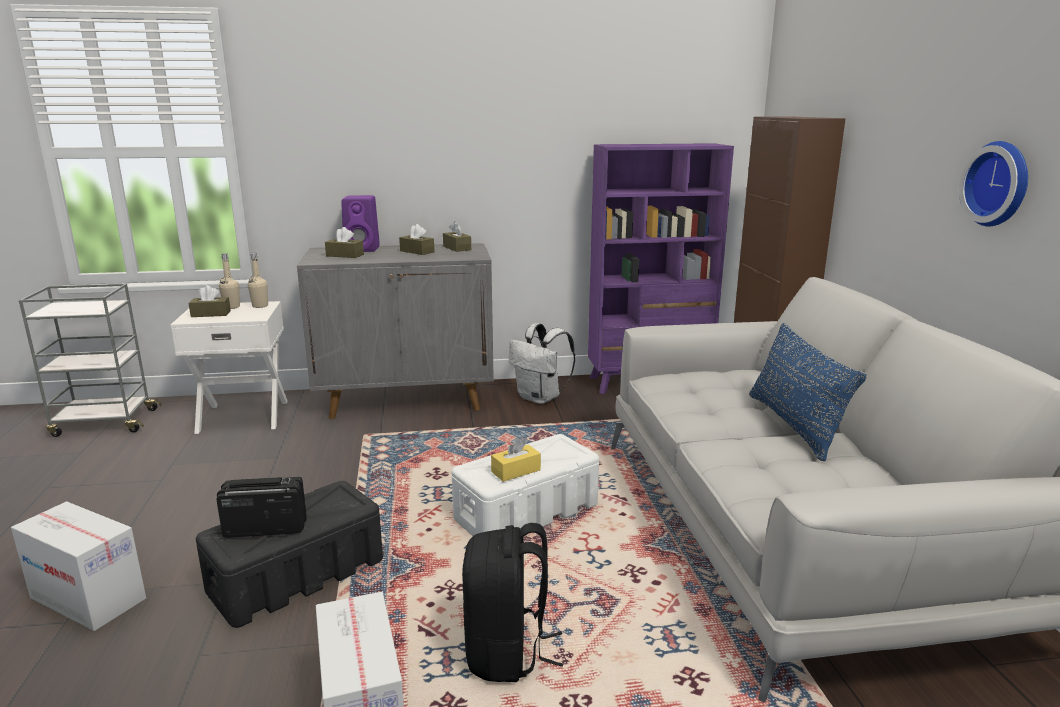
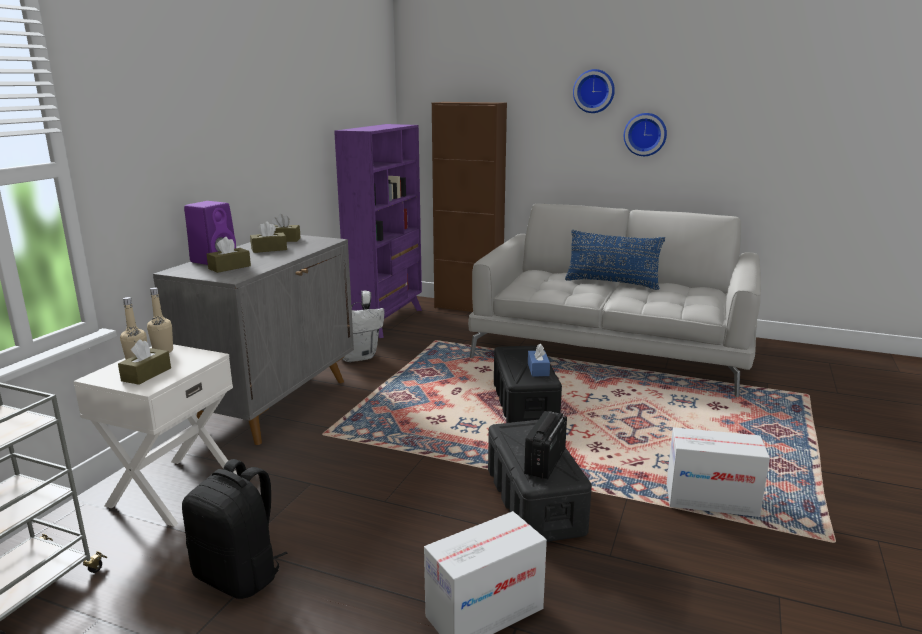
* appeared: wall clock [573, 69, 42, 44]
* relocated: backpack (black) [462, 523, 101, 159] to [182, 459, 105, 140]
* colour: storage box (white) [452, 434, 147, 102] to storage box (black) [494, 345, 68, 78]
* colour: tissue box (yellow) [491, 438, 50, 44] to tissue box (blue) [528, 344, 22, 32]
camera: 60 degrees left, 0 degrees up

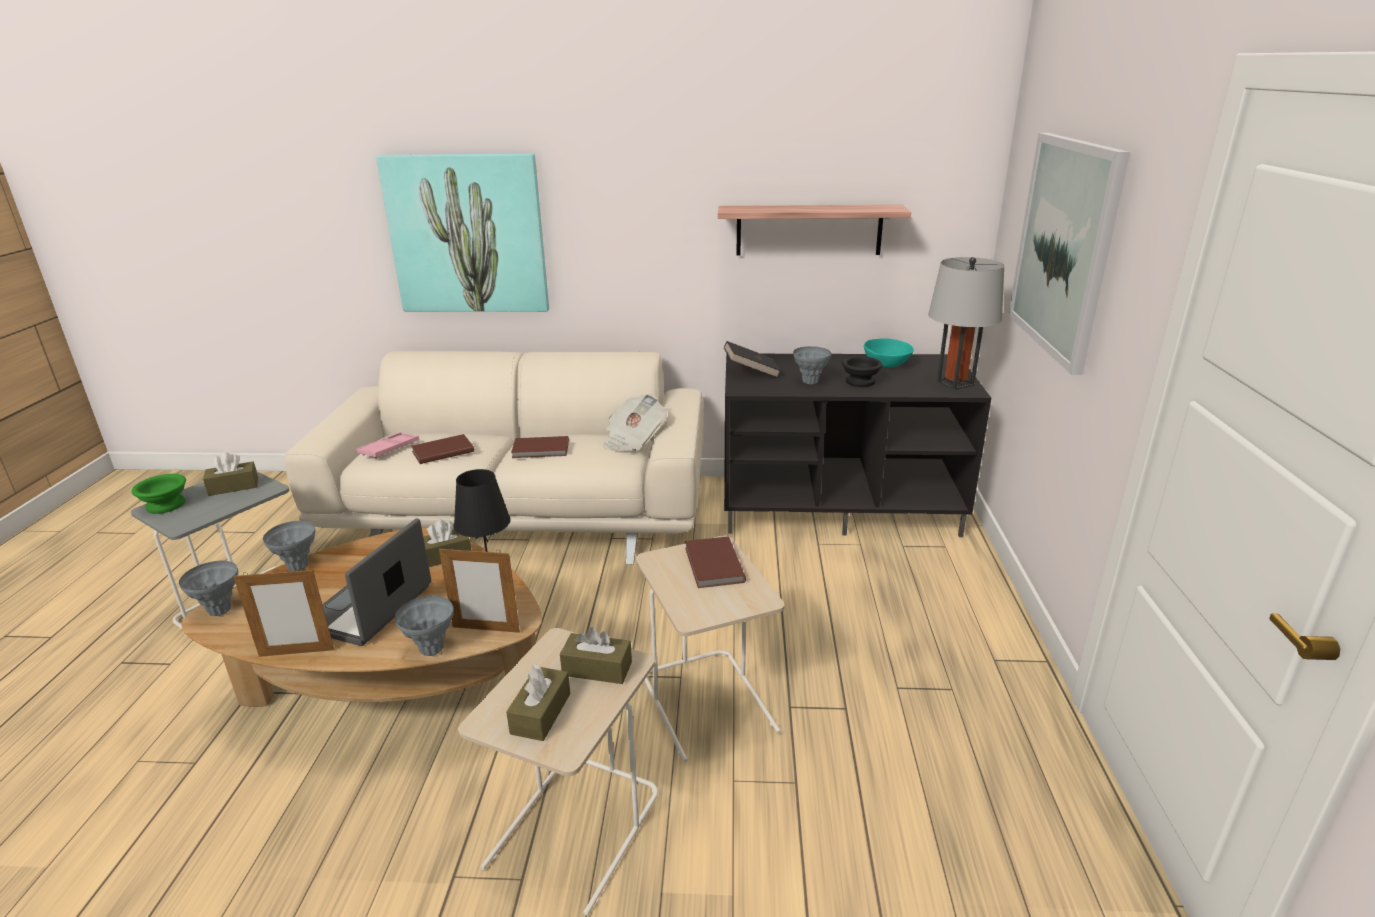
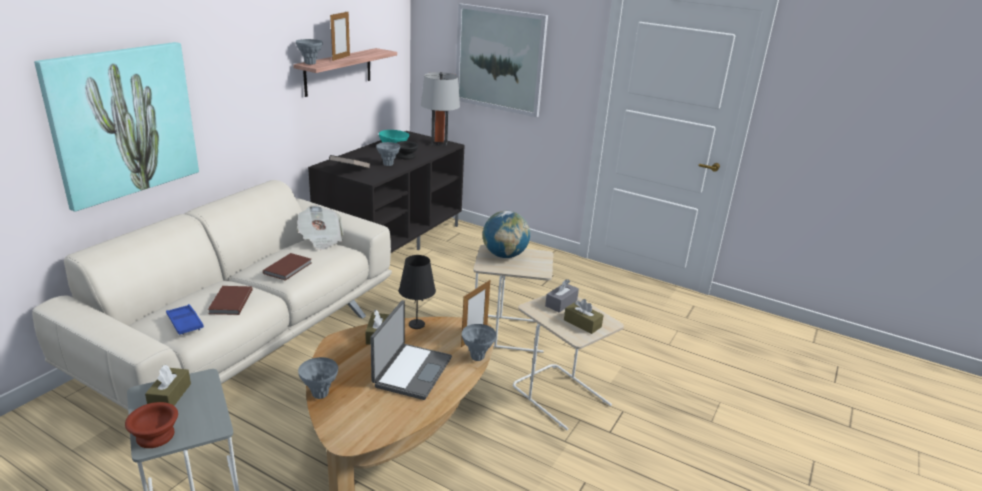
* relocated: vase (grey) [179, 560, 59, 56] to [296, 39, 27, 26]
* relocated: picture frame [233, 568, 101, 89] to [330, 10, 20, 51]
* exchanged: book (brown) [685, 537, 61, 51] to globe [482, 211, 48, 47]
* colour: bowl (green) [132, 474, 54, 40] to bowl (brown) [125, 402, 53, 46]
* colour: tray (pink) [356, 432, 63, 27] to tray (blue) [166, 304, 38, 31]
* colour: tissue box (brown) [560, 627, 72, 57] to tissue box (grey) [545, 279, 34, 34]
* spun: laptop [322, 519, 109, 127] = [370, 300, 82, 100] 120 degrees counterclockwise
camera: 65 degrees left, 0 degrees up

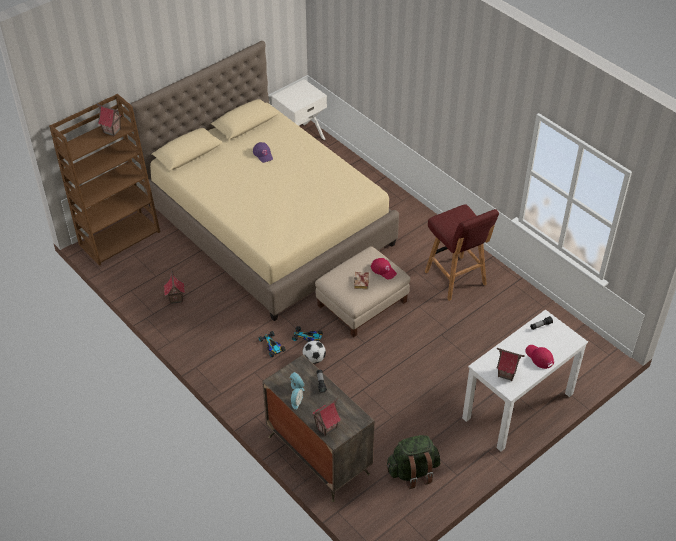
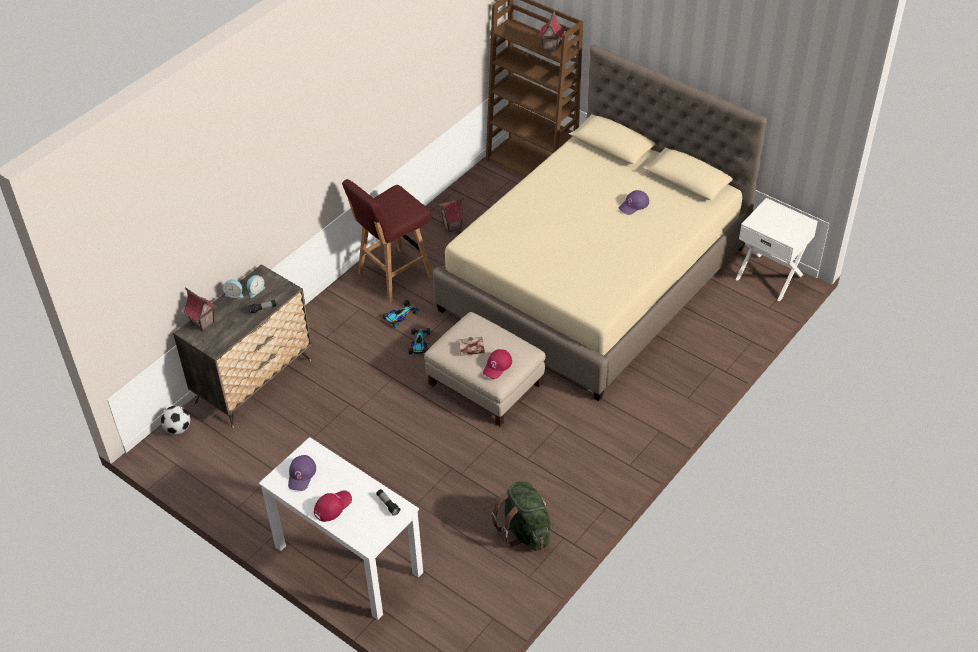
* relocated: football [303, 340, 23, 24] to [161, 406, 29, 29]
* relocated: backpack (green) [386, 435, 54, 54] to [491, 481, 59, 70]
* relocated: stool (red) [425, 204, 74, 97] to [342, 179, 91, 123]
* exchanged: toy house [497, 348, 28, 33] to cap (purple) [288, 455, 28, 36]
camera: 80 degrees right, 0 degrees up

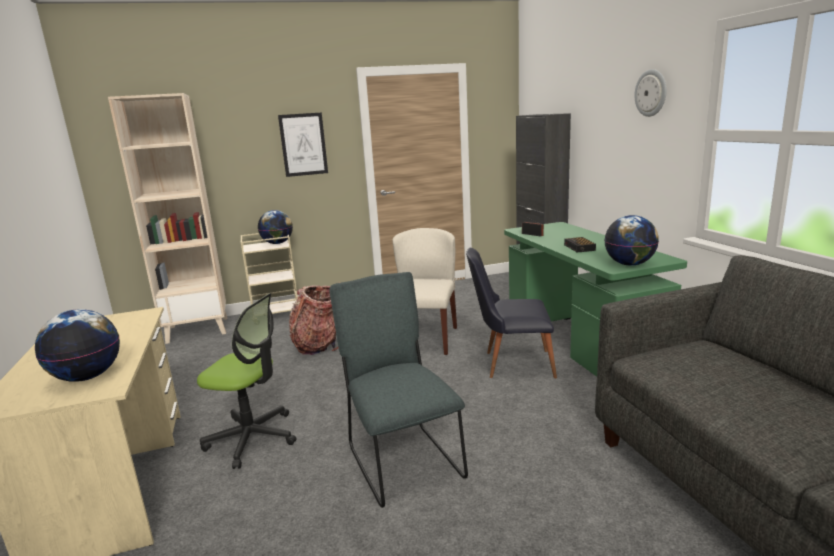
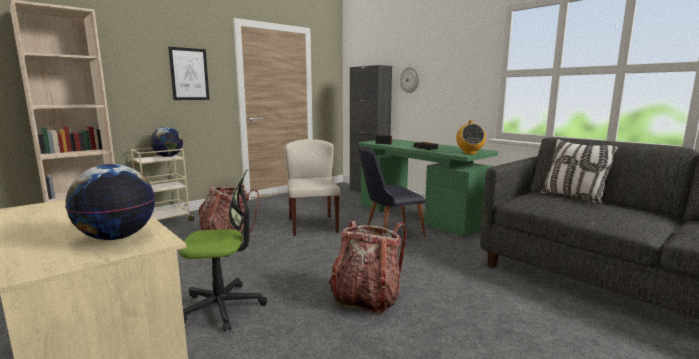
* appeared: pillow [540, 139, 79, 66]
* relocated: wall clock [634, 69, 33, 48] to [400, 67, 19, 26]
* exchanged: chair (grey) [329, 272, 139, 236] to backpack [329, 221, 78, 93]
* exchanged: globe [604, 215, 55, 51] to radio [456, 120, 30, 34]
camera: 25 degrees left, 5 degrees down

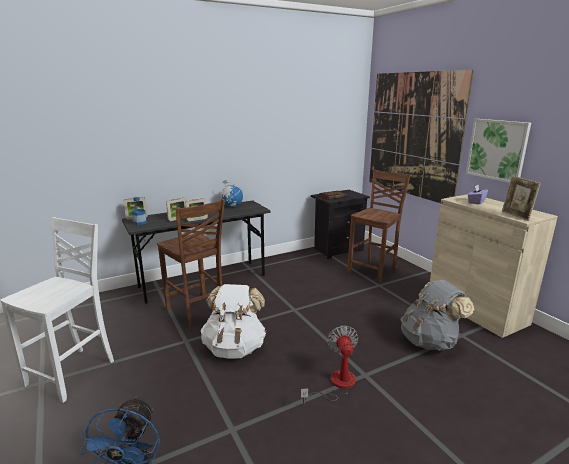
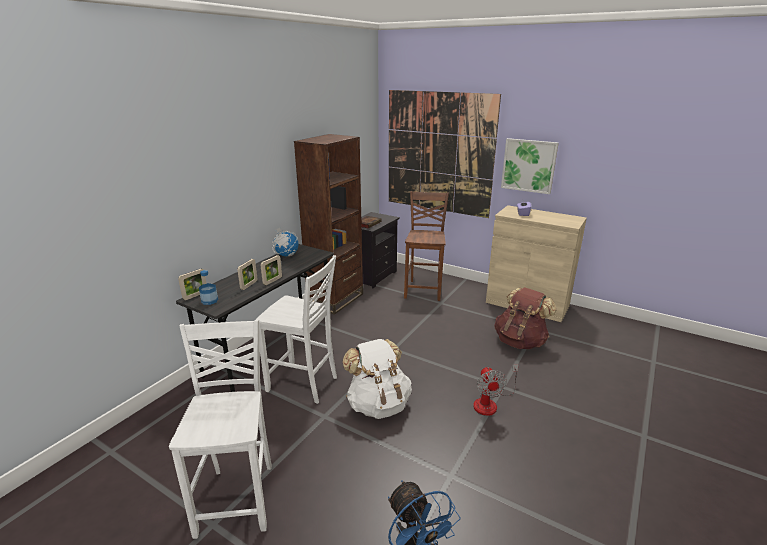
* missing: picture frame [502, 176, 39, 45]
* appeared: bookcase (brown) [294, 134, 69, 181]
* colour: chair (brown) [157, 199, 68, 131] to chair (white) [256, 255, 81, 149]
* colour: backpack (grey) [401, 280, 73, 71] to backpack (brown) [494, 287, 62, 62]
* spun: fan [301, 326, 58, 78] = [473, 364, 46, 52] 150 degrees counterclockwise
camera: 30 degrees left, 5 degrees up

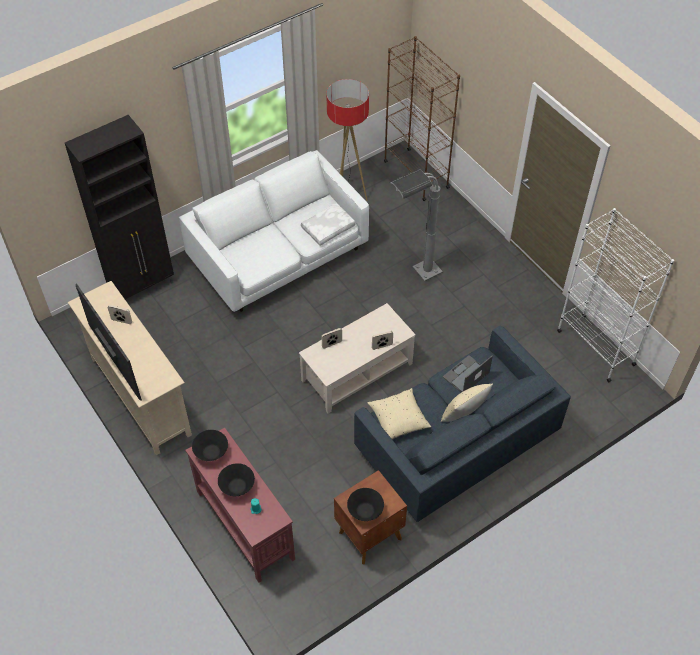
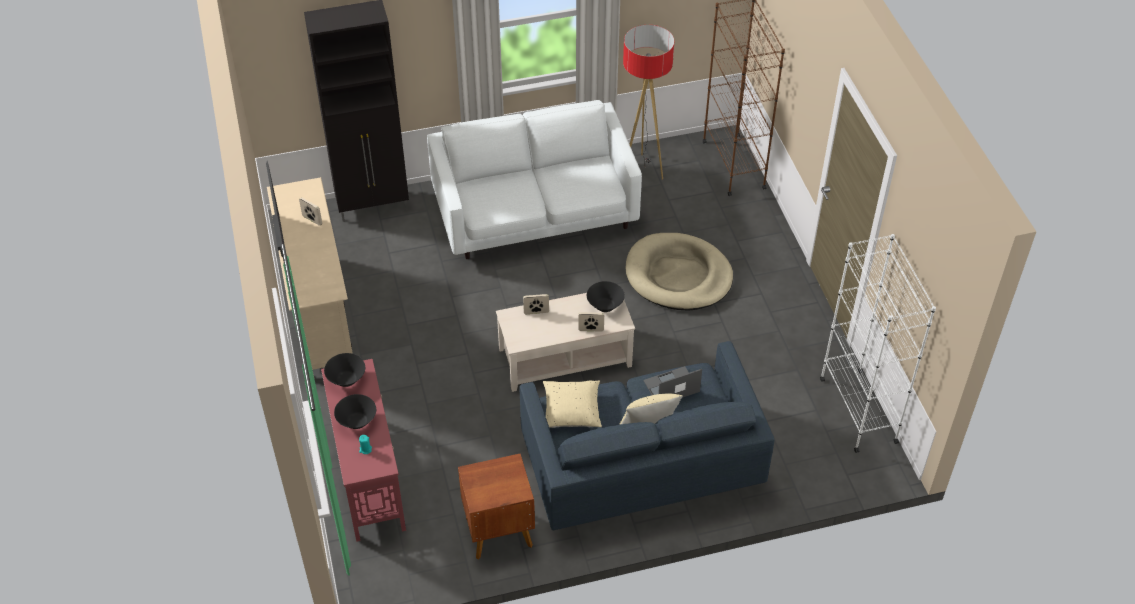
* missing: pillow (white) [301, 203, 55, 43]
* relocated: bowl (black) [347, 488, 37, 33] to [587, 281, 38, 31]
* exchanged: floor lamp (grey) [390, 169, 53, 112] to dog bed (beige) [626, 233, 107, 78]
camera: 20 degrees right, 5 degrees down

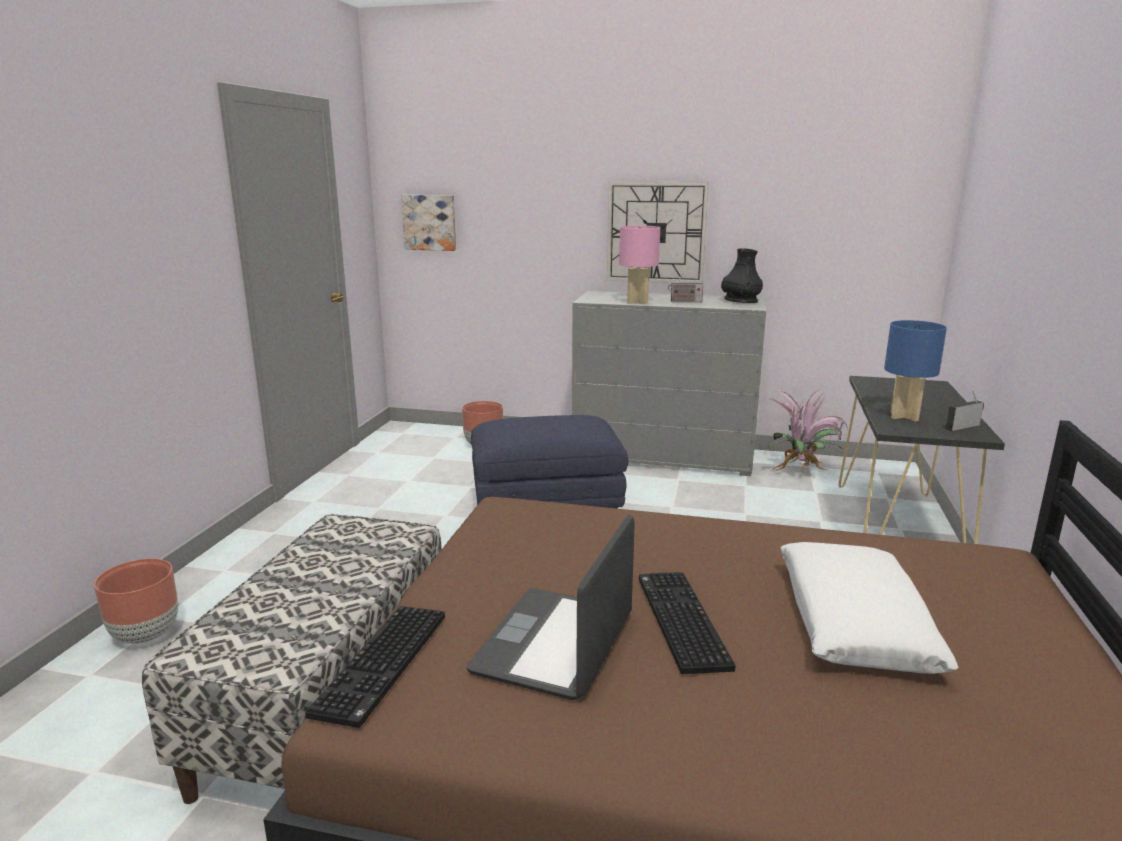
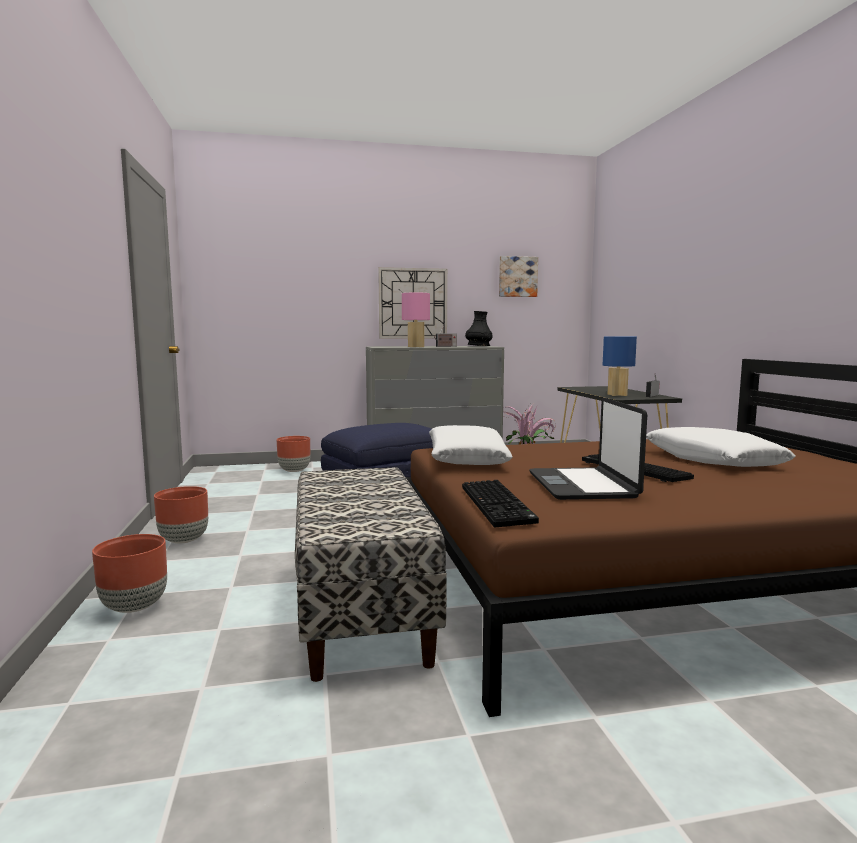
* appeared: planter (brown) [154, 486, 54, 57]
* appeared: pillow (white) [429, 425, 84, 40]
* relocated: picture [401, 195, 55, 56] to [499, 256, 39, 41]
camera: 25 degrees left, 10 degrees down

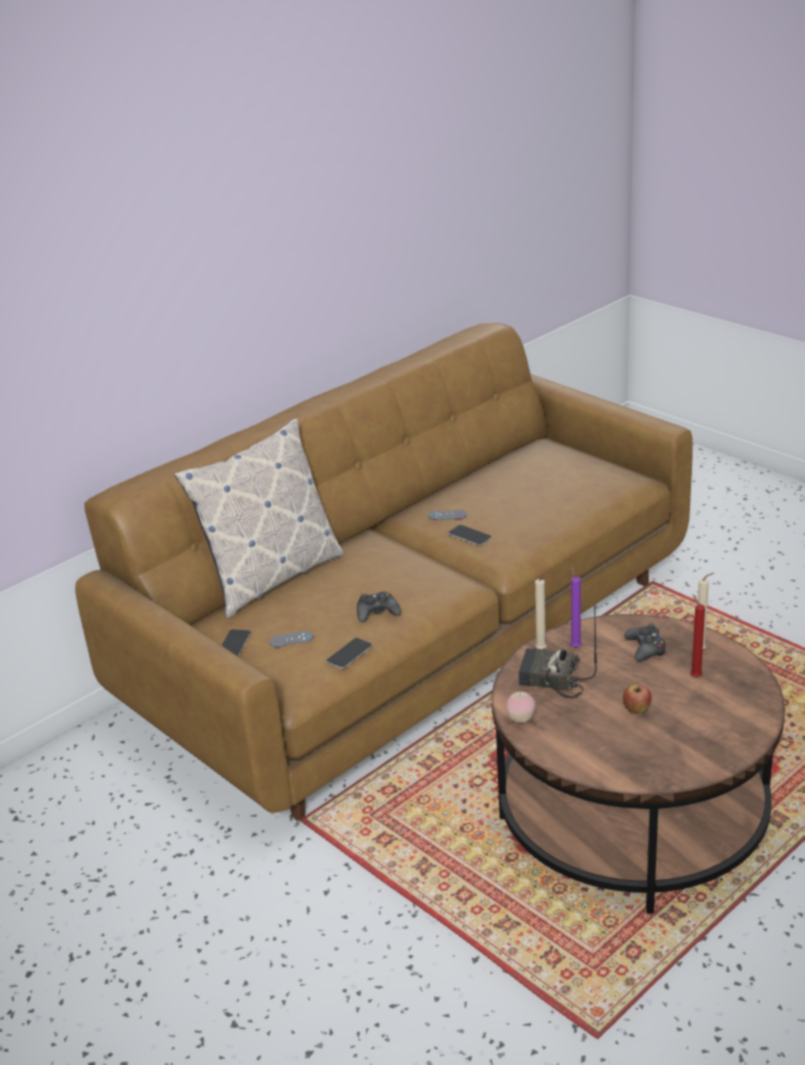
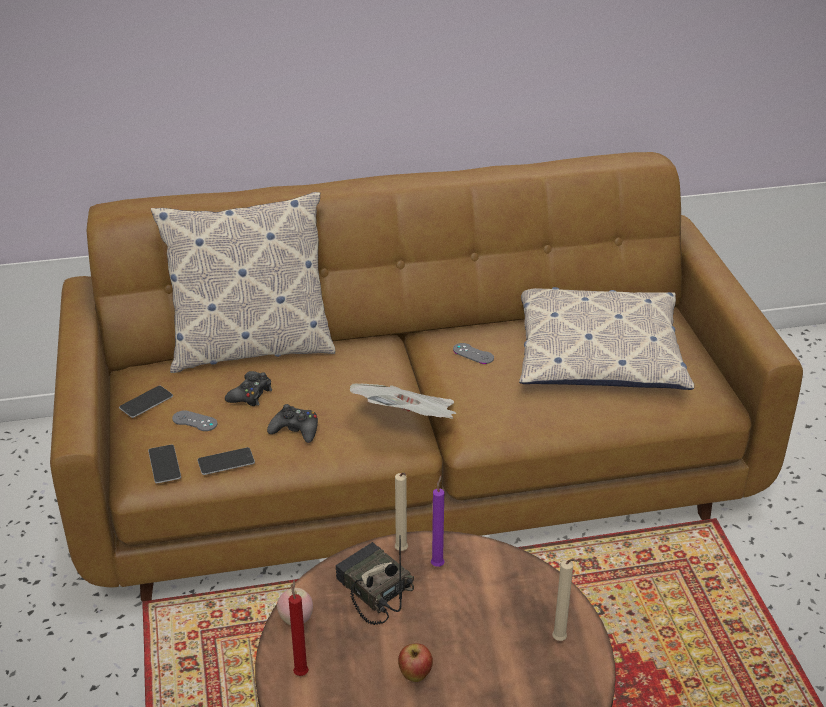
* appeared: newspaper [350, 383, 106, 36]
* appeared: pillow [519, 287, 175, 103]
* relocated: phone [448, 525, 44, 21] to [148, 445, 33, 38]
* relocated: game controller (black) [624, 623, 42, 38] to [225, 371, 47, 35]
* relocated: candle (red) [690, 595, 15, 82] to [289, 580, 20, 96]
camera: 30 degrees right, 5 degrees up

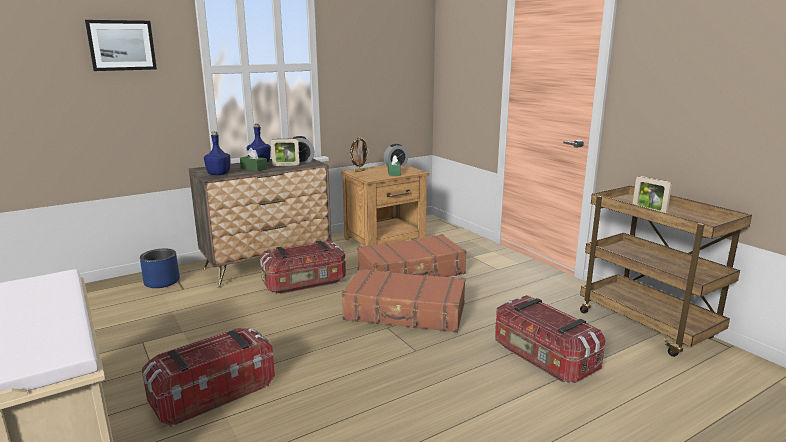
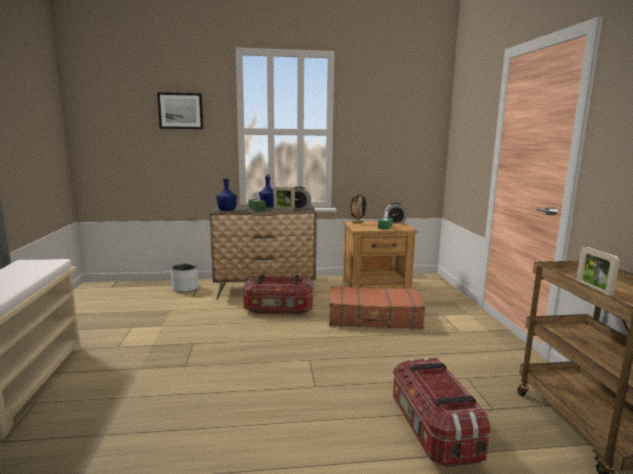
* missing: storage box [142, 328, 133, 99]
* missing: suitcase (brown) [342, 268, 123, 65]
* colour: planter (blue) [140, 248, 40, 40] to planter (grey) [171, 263, 28, 30]
camera: 25 degrees right, 5 degrees down

